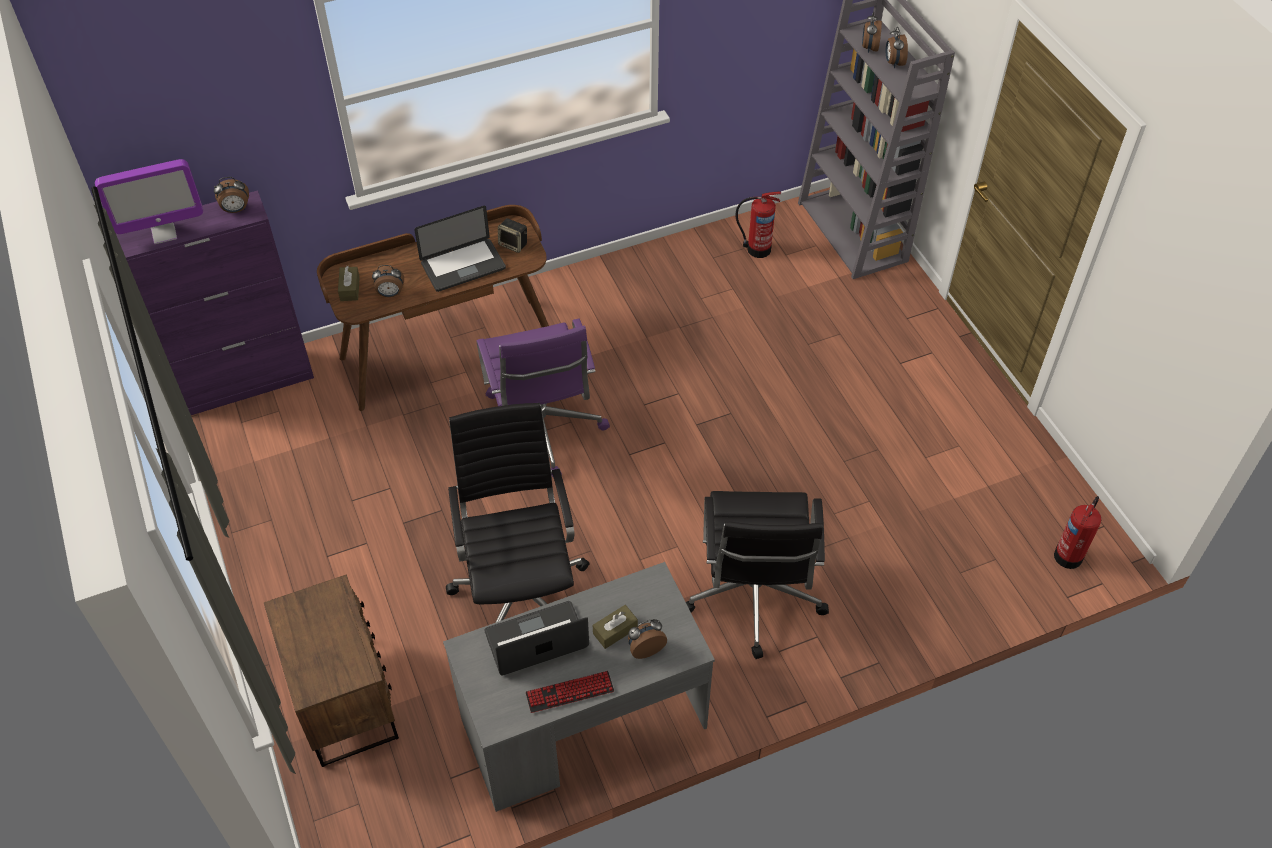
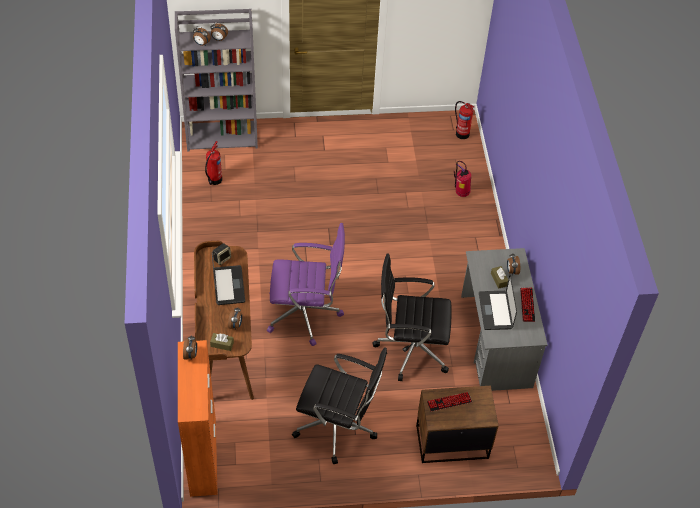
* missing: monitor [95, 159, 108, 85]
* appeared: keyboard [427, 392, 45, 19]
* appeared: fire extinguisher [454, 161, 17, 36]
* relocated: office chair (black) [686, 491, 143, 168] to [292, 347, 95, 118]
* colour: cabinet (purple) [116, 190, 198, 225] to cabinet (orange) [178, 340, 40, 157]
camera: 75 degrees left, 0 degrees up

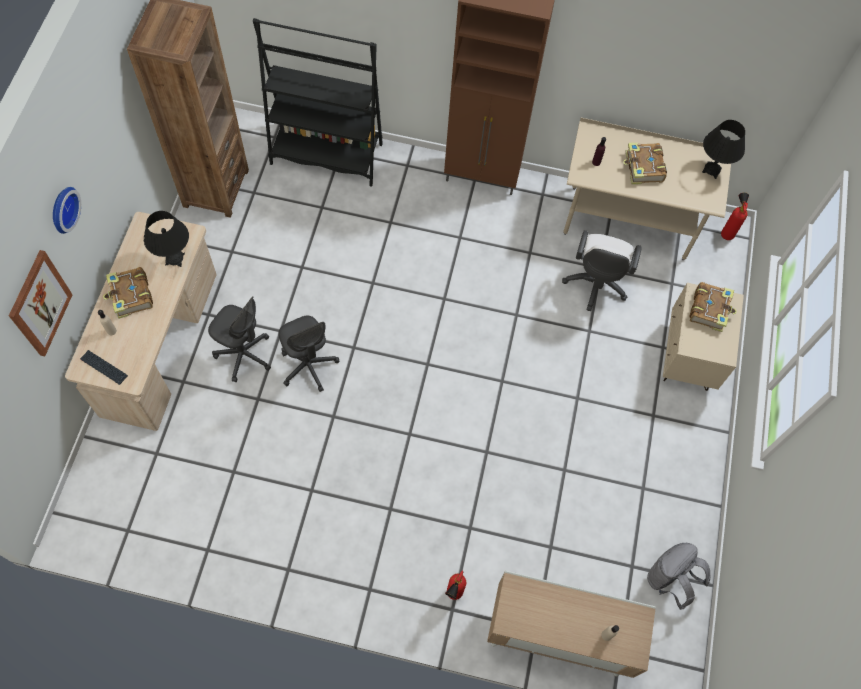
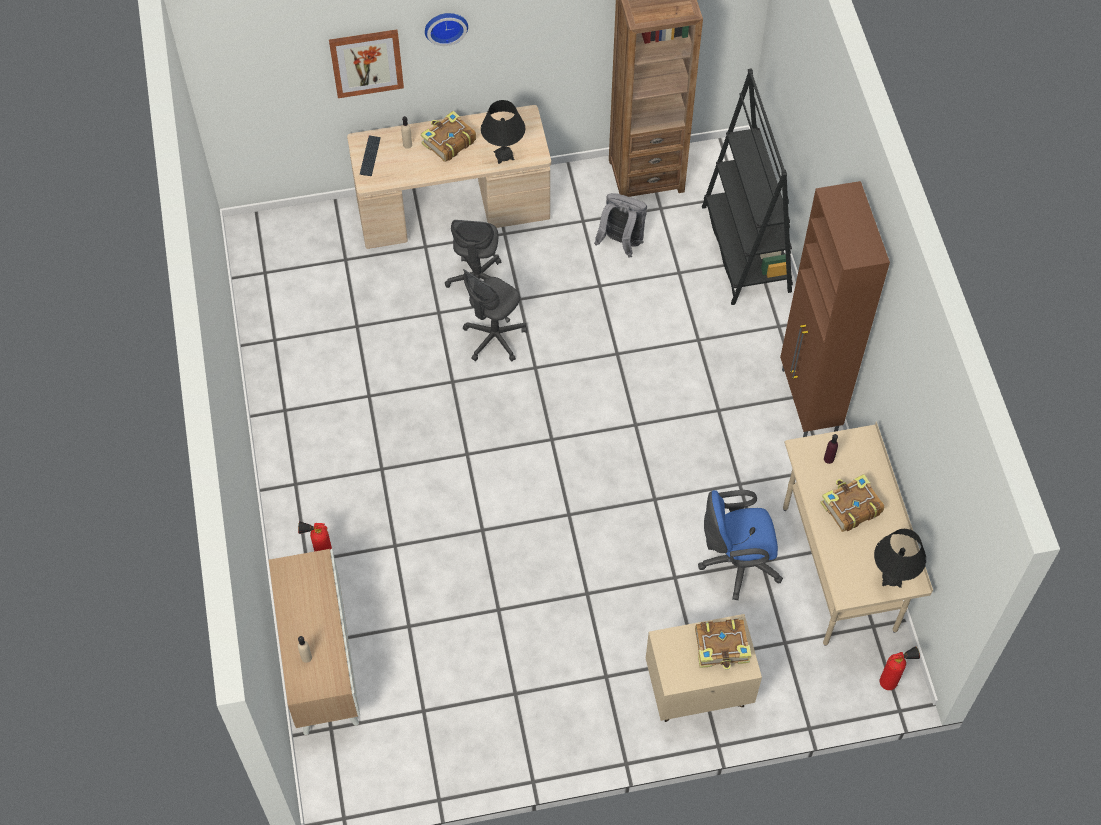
* relocated: backpack (grey) [647, 543, 64, 67] to [594, 193, 53, 65]
* colour: office chair (white) [562, 230, 80, 81] to office chair (blue) [698, 490, 85, 110]
camera: 70 degrees right, 5 degrees down

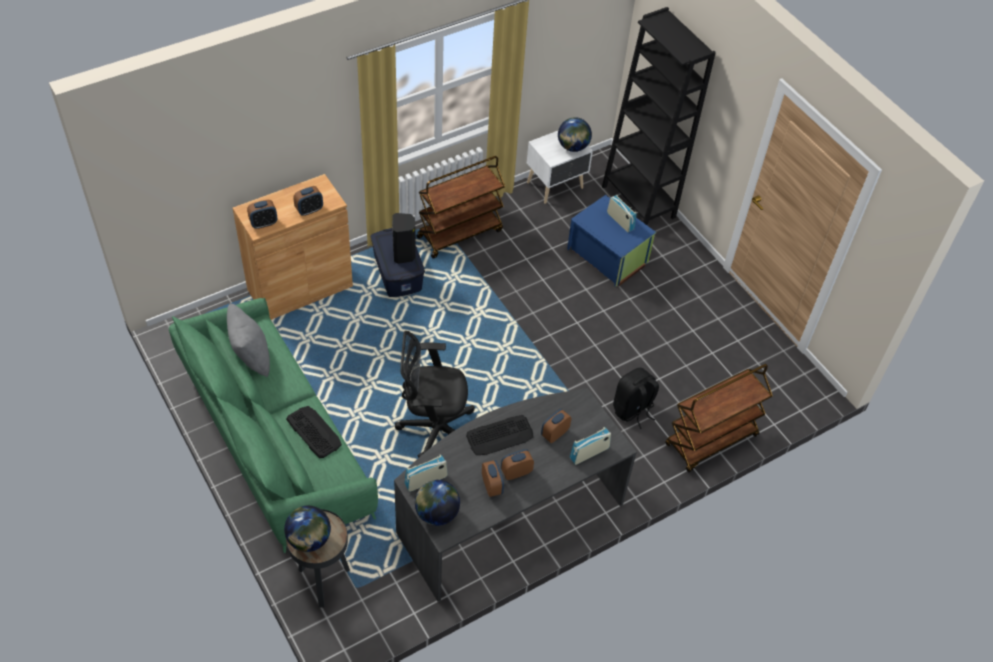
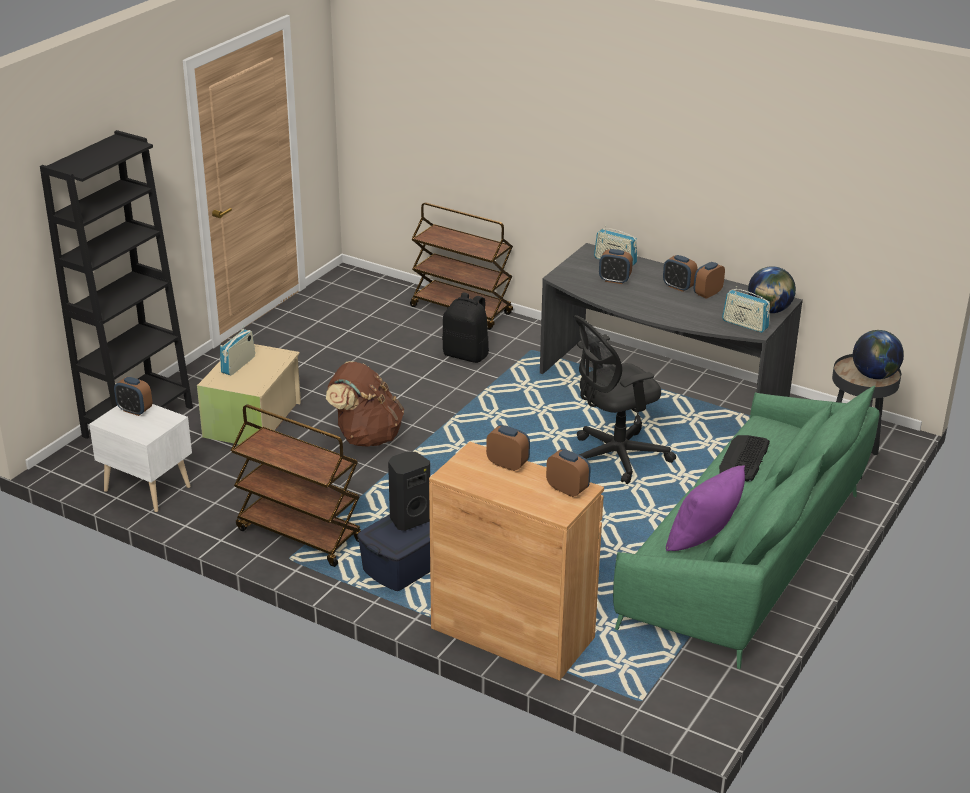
* missing: keyboard [466, 415, 67, 40]
* appeared: backpack (brown) [326, 361, 78, 86]
* exchanged: globe [558, 117, 34, 35] to alarm clock [114, 377, 38, 39]
* colour: pillow (grey) [227, 304, 43, 74] to pillow (purple) [666, 466, 79, 85]
* colour: storage box (blue) [567, 195, 89, 92] to storage box (beige) [197, 344, 104, 100]
* spun: office chair (black) [395, 331, 80, 127] = [573, 315, 103, 169] 90 degrees clockwise
camera: 115 degrees left, 20 degrees down

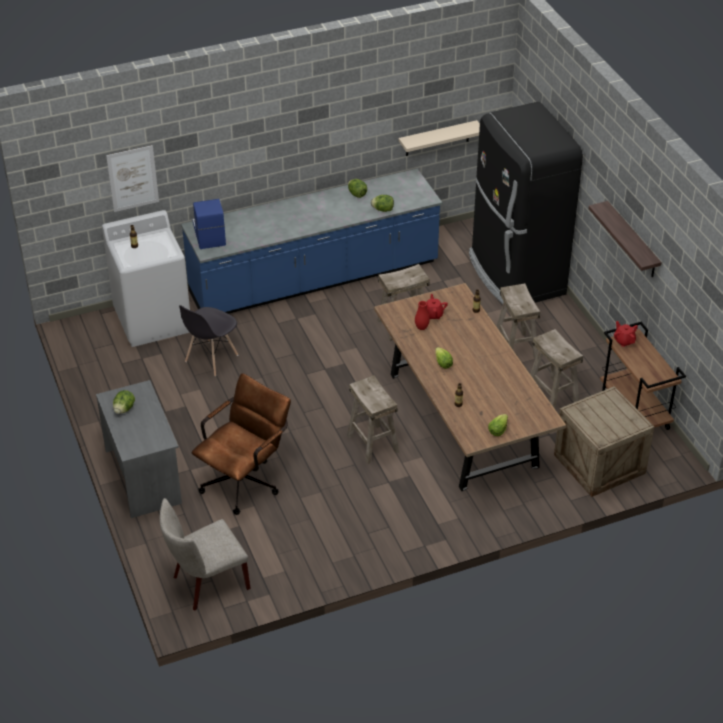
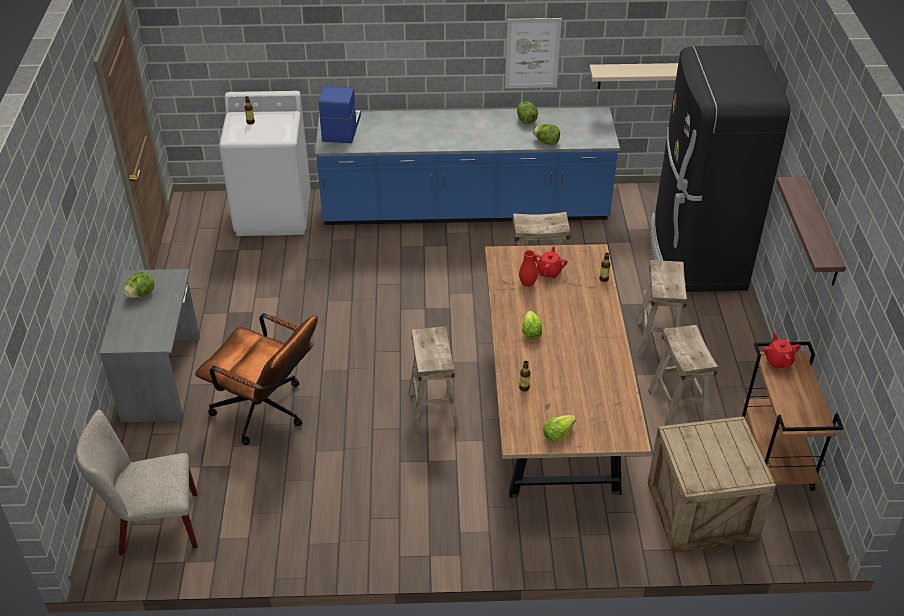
* missing: chair (grey) [179, 305, 59, 71]
* relocated: picture [106, 145, 53, 67] to [505, 18, 57, 70]
* spun: office chair (brown) [192, 373, 99, 142] = [195, 313, 123, 132] 60 degrees clockwise
camera: 20 degrees right, 0 degrees up

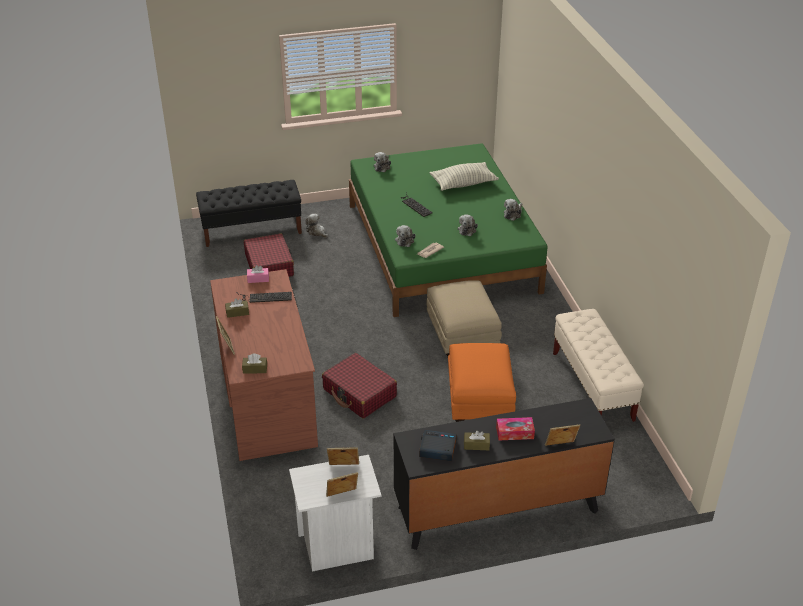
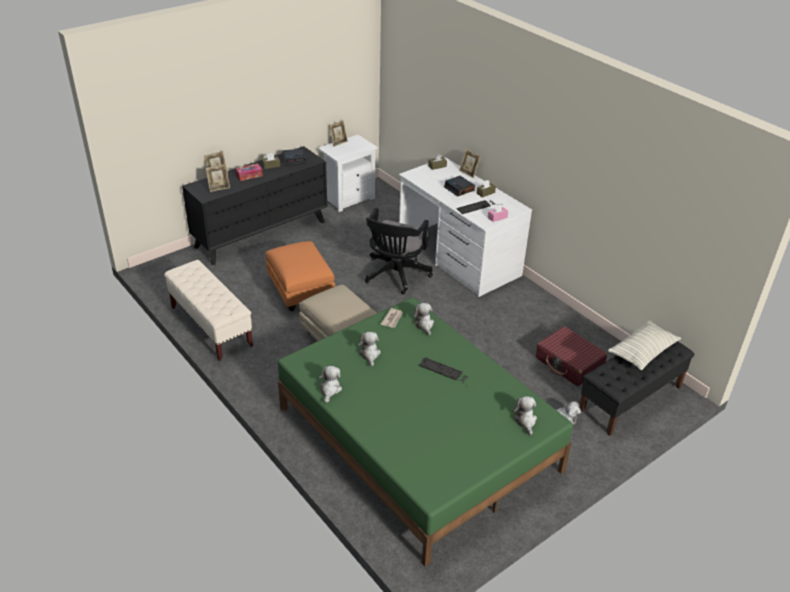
* appeared: alarm clock [444, 176, 31, 21]
* relocated: picture frame [327, 447, 32, 18] to [206, 164, 24, 28]
* relocated: pillow [430, 162, 69, 29] to [608, 320, 73, 50]
* exchanged: suitcase (red) [322, 353, 75, 65] to office chair (black) [365, 208, 68, 86]
* colour: desk (brown) [210, 269, 108, 192] to desk (white) [399, 157, 133, 140]
camera: 155 degrees right, 0 degrees up

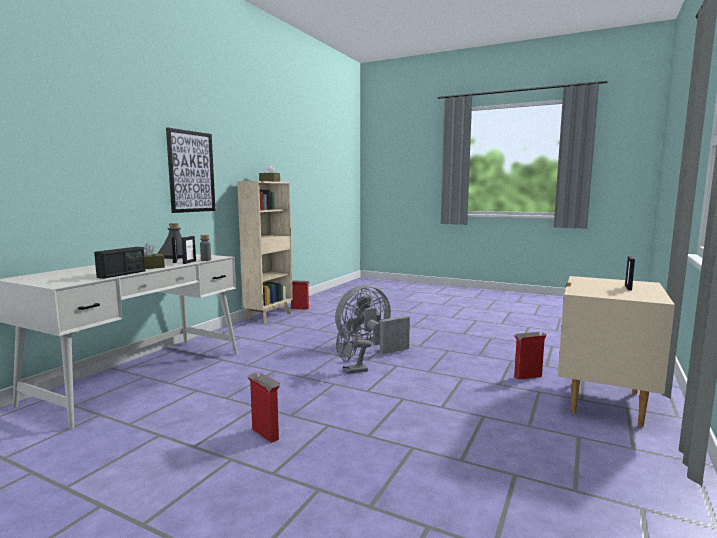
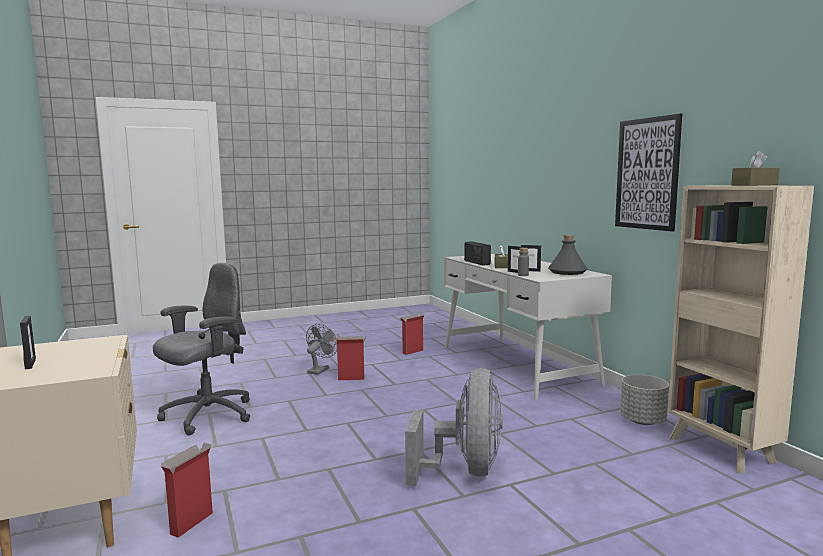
* appeared: office chair (grey) [153, 263, 97, 173]
* appeared: planter (grey) [620, 375, 49, 50]
* relocated: cardboard box [291, 280, 20, 30] to [400, 314, 24, 41]
* relocated: fan (grey) [336, 323, 35, 51] to [306, 324, 31, 51]
camera: 130 degrees right, 0 degrees up

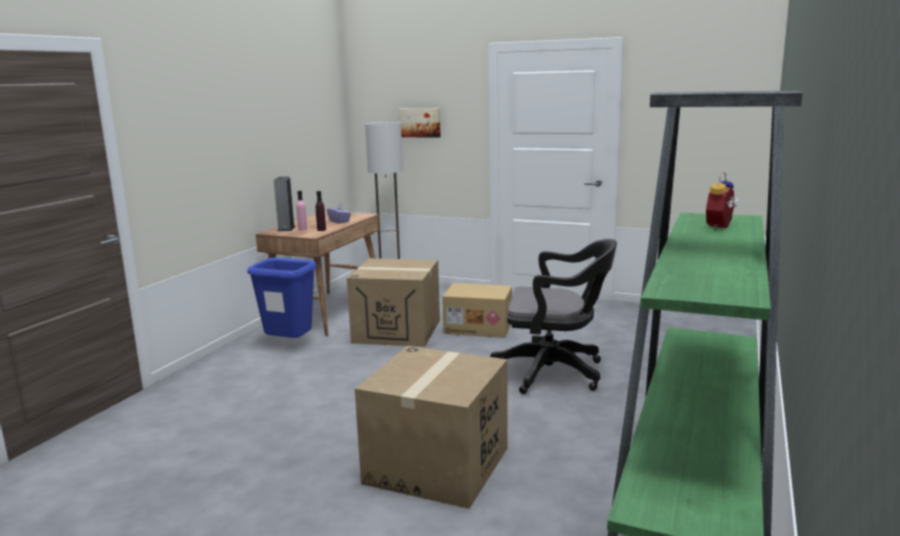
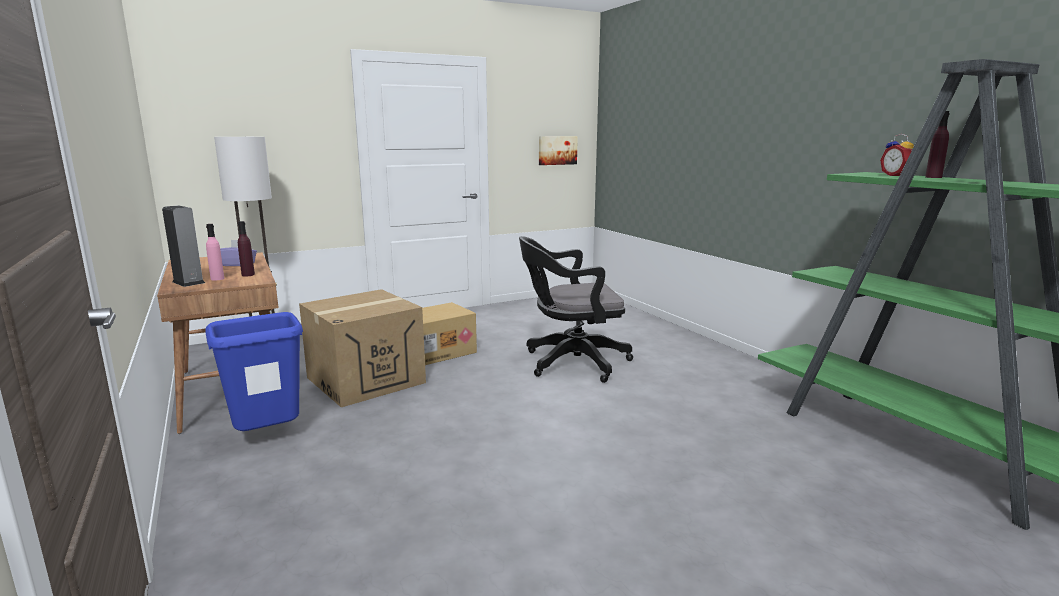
* missing: cardboard box [355, 346, 153, 163]
* appeared: bottle (purple) [925, 111, 25, 67]
* relocated: picture [399, 108, 42, 30] to [539, 136, 39, 29]
* spun: office chair (black) [490, 239, 127, 155] = [519, 236, 114, 147] 150 degrees counterclockwise
camera: 50 degrees left, 0 degrees up

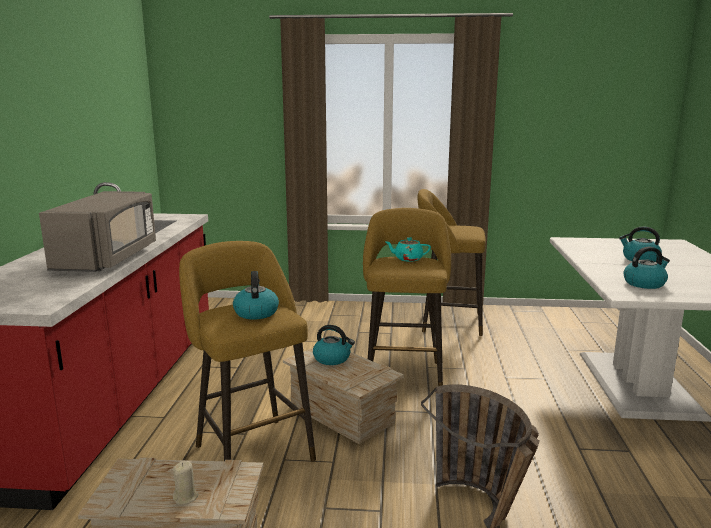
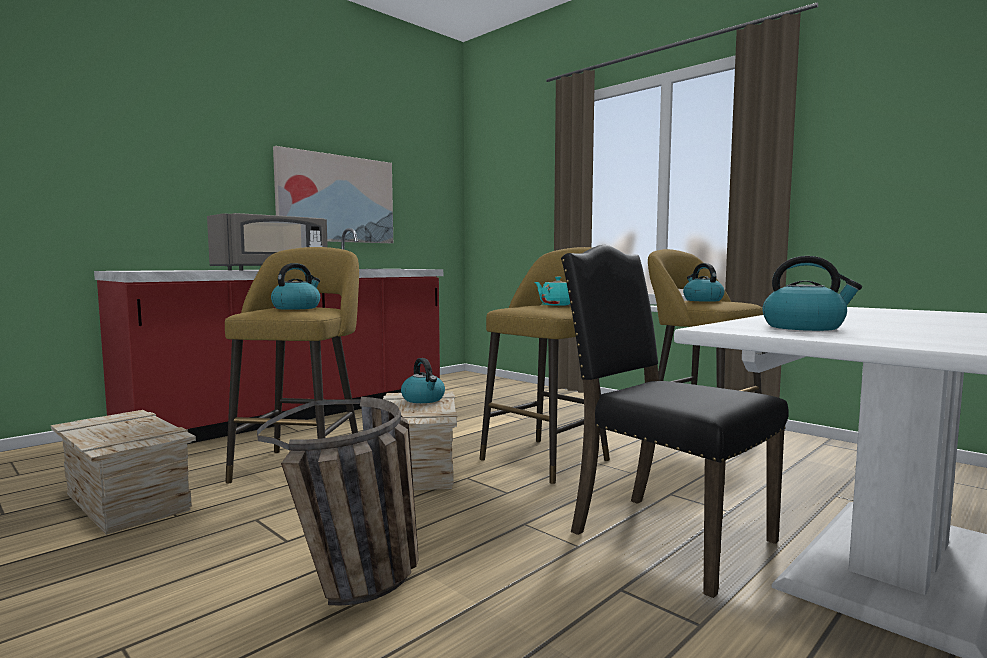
* missing: candle (beige) [173, 461, 26, 44]
* appeared: picture [273, 146, 120, 97]
* appeared: chair (black) [561, 245, 228, 353]
* relocated: kettle [619, 227, 43, 35] to [683, 263, 41, 39]
camera: 40 degrees right, 10 degrees down

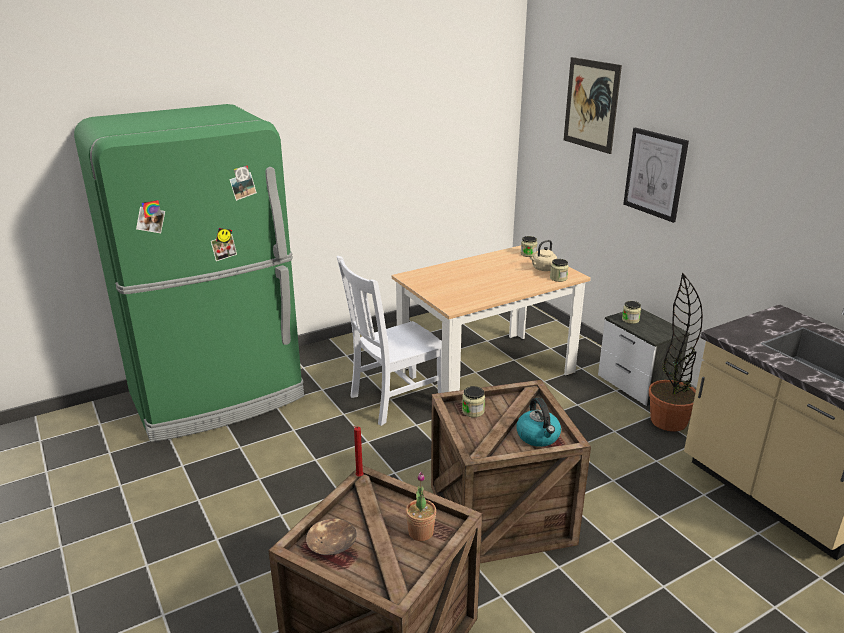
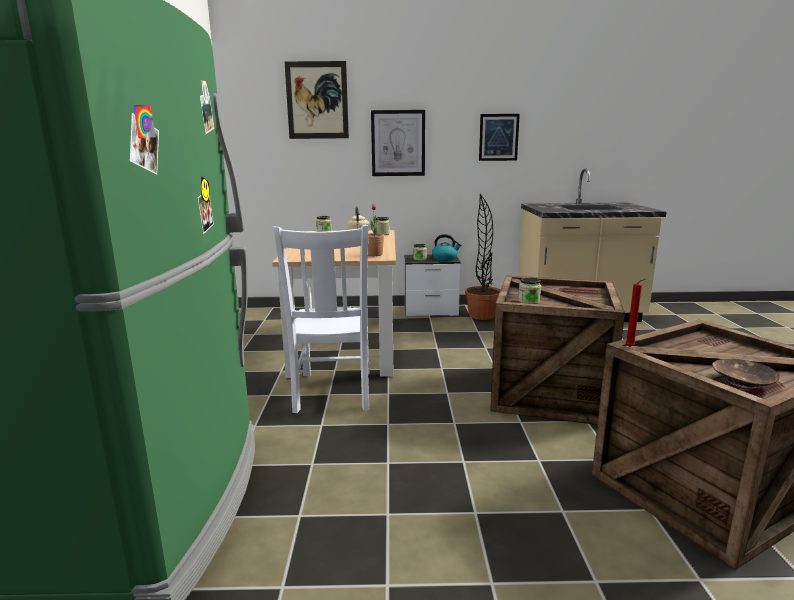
* appeared: picture [479, 114, 41, 47]
* relocated: potted plant [406, 472, 30, 69] to [368, 204, 16, 52]
* relocated: kettle [516, 398, 45, 49] to [432, 234, 29, 27]
camera: 60 degrees left, 10 degrees down

